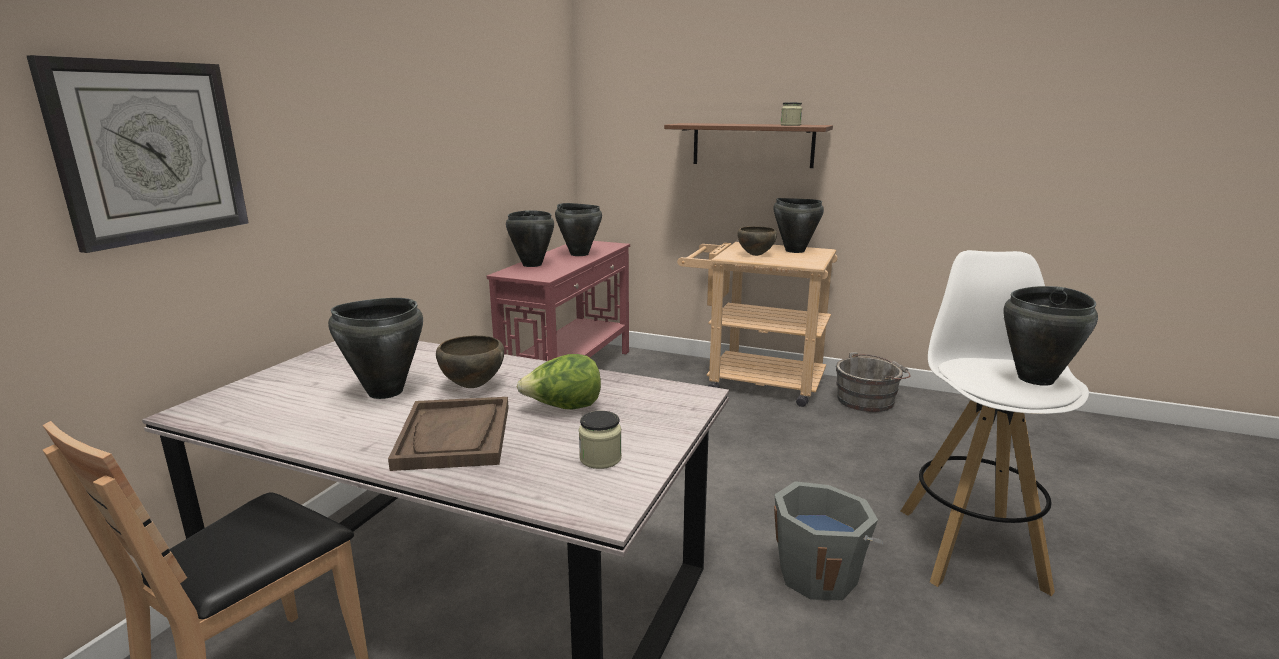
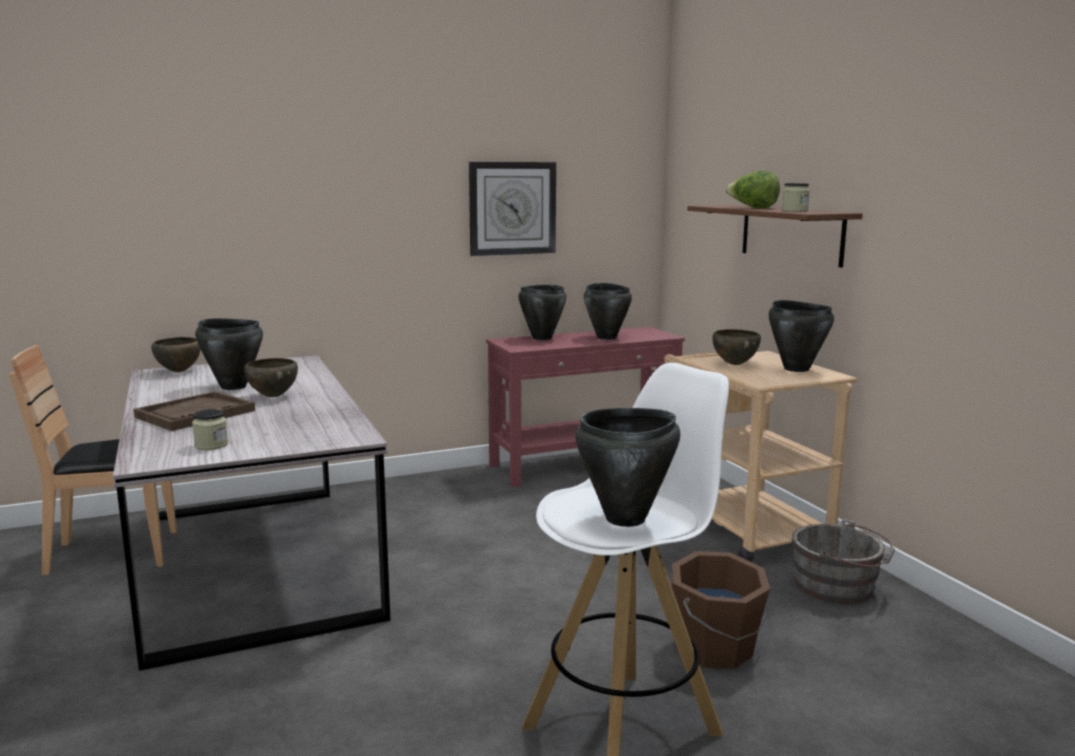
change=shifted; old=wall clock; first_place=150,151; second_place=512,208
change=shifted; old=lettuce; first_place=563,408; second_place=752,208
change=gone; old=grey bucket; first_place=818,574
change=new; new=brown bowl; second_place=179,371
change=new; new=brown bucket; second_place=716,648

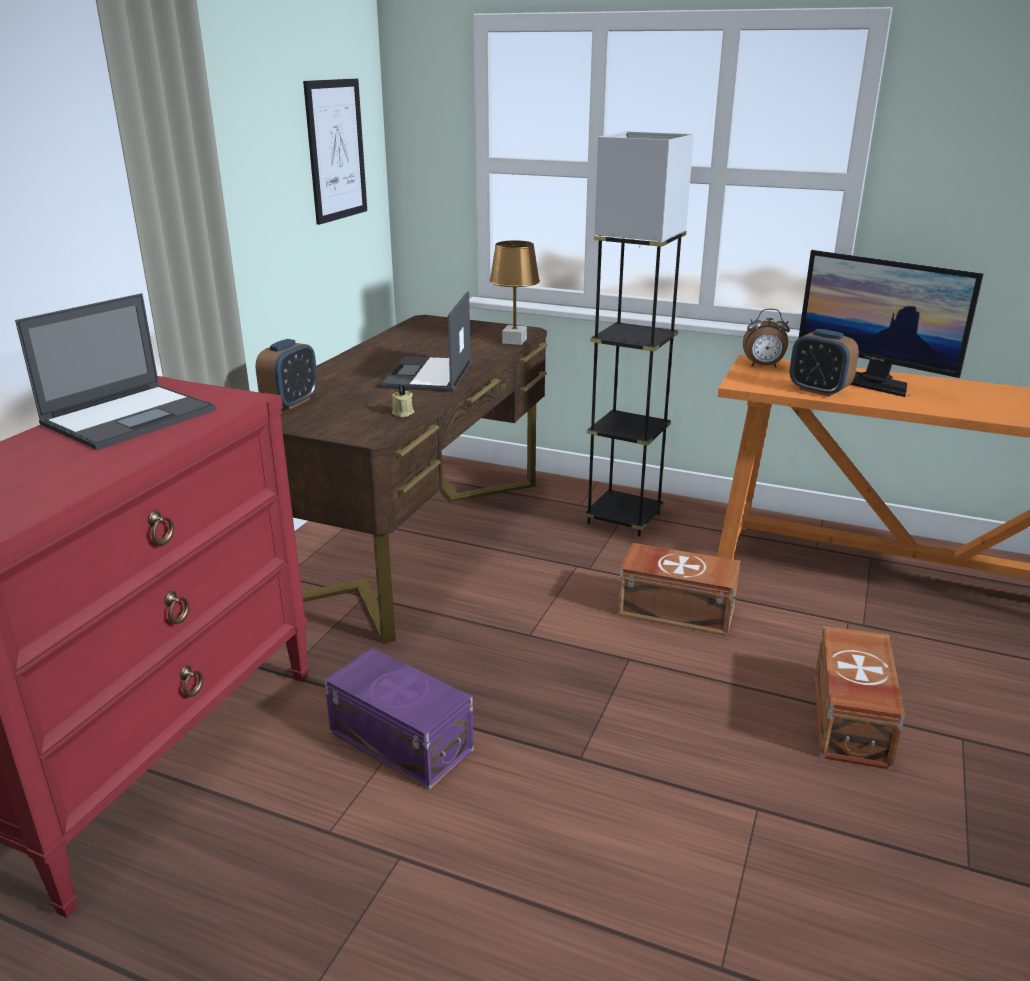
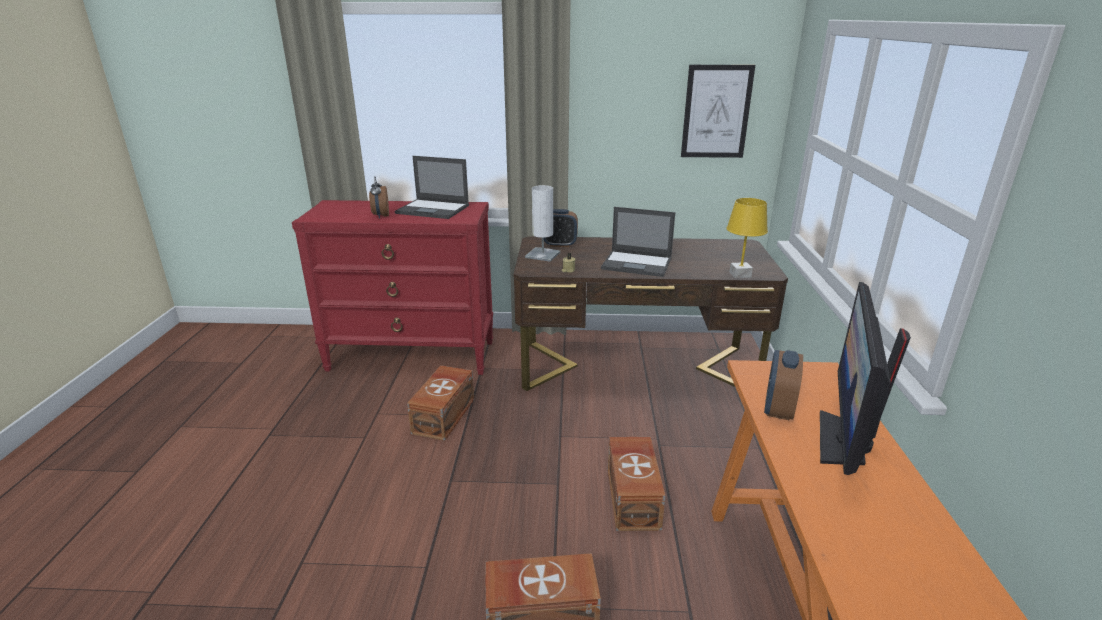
change=repainted; old=purple storage box; new=brown storage box; first_place=401,739; second_place=445,415
change=rotated; old=laptop; first_place=427,375; second_place=637,264; degrees=-150
change=repainted; old=brown table lamp; new=yellow table lamp; first_place=514,341; second_place=740,274
change=gone; old=grey floor lamp; first_place=623,519
change=shifted; old=alarm clock; first_place=763,366; second_place=380,216
change=new; new=white table lamp; second_place=542,255

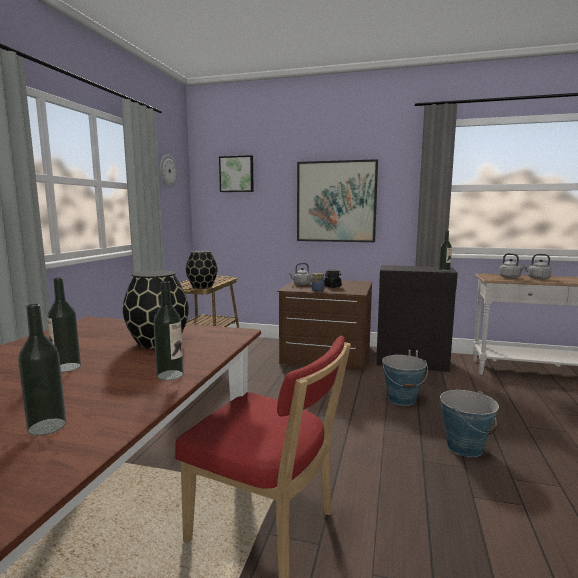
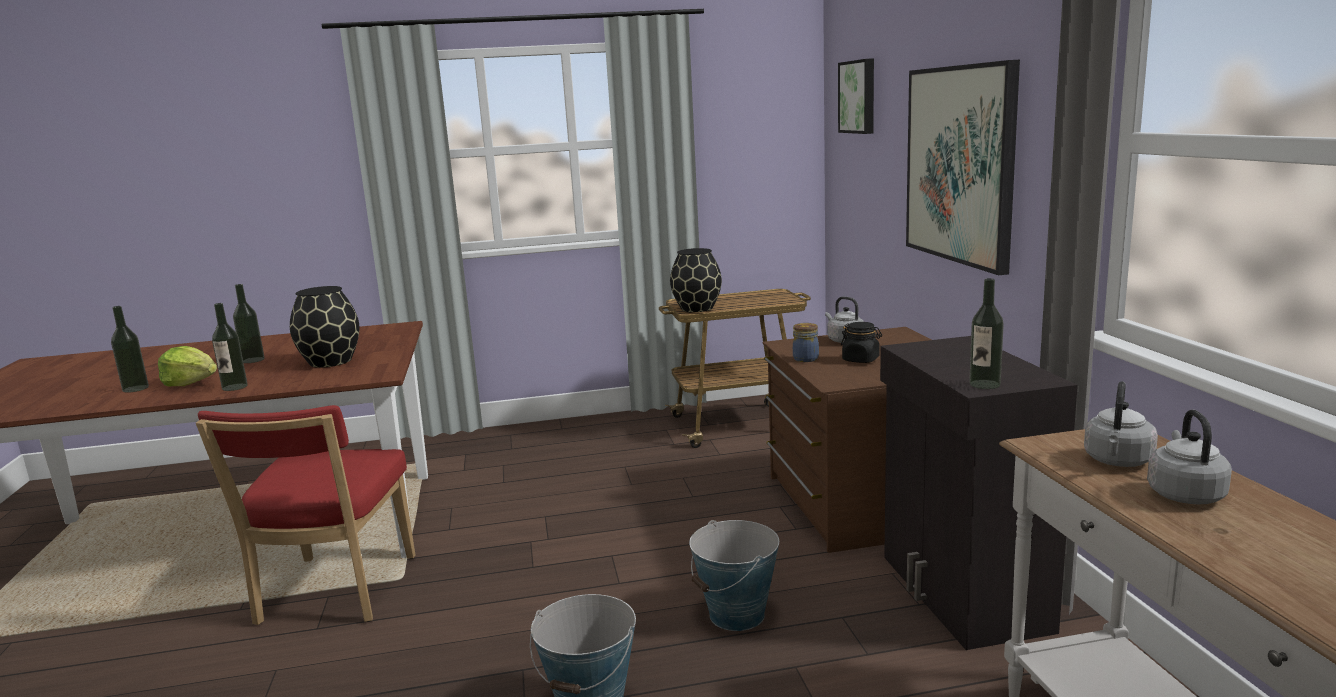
change=gone; old=wall clock; first_place=167,171
change=new; new=lettuce; second_place=191,383

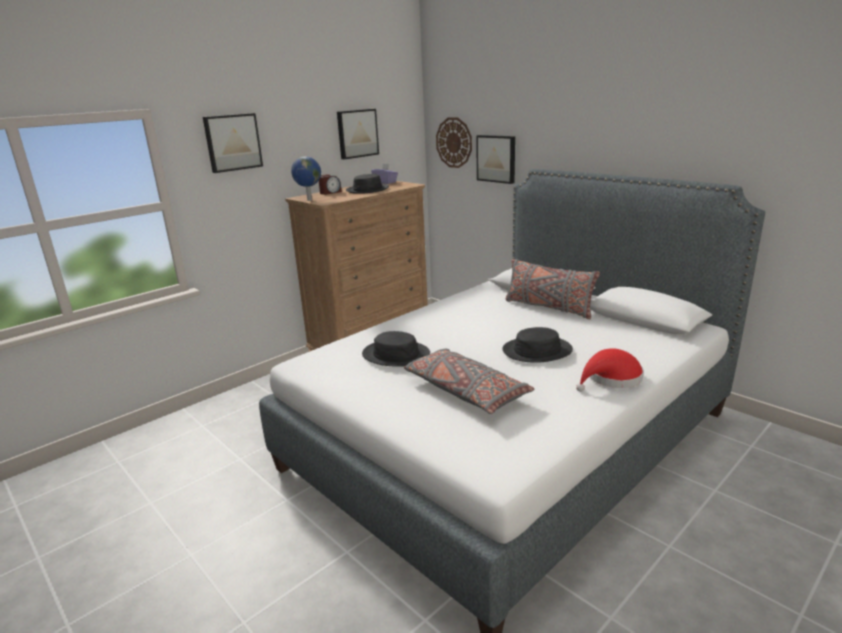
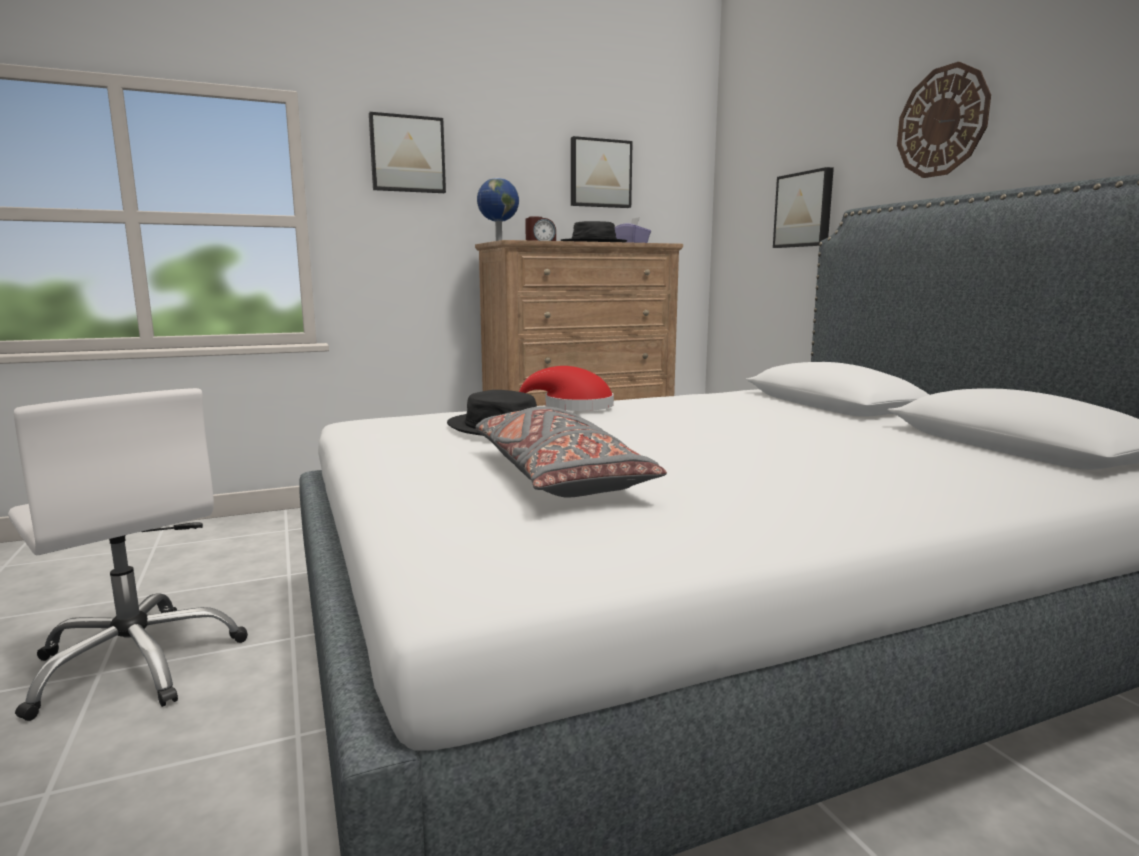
change=shifted; old=wall clock; first_place=454,142; second_place=942,122
change=gone; old=black hat; first_place=537,350
change=gone; old=grey pillow; first_place=548,307
change=shifted; old=red hat; first_place=611,379; second_place=572,408
change=new; new=white office chair; second_place=137,663

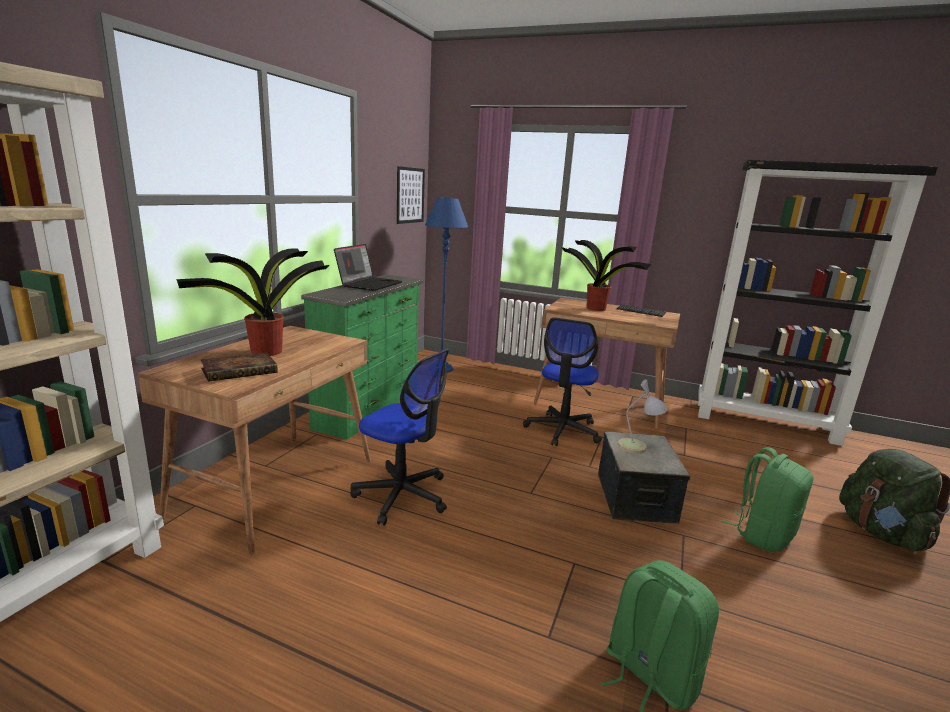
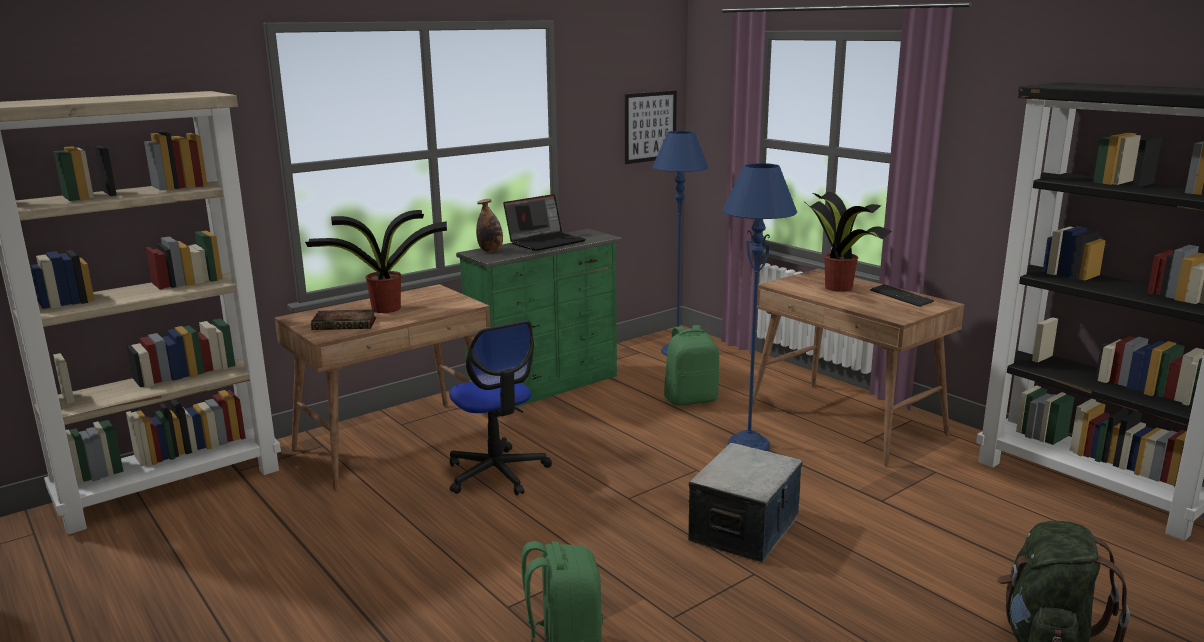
change=swapped; old=office chair; new=blue floor lamp; first_place=562,430; second_place=748,444
change=gone; old=table lamp; first_place=638,447
change=shifted; old=green backpack; first_place=762,534; second_place=691,399
change=new; new=bottle; second_place=490,250

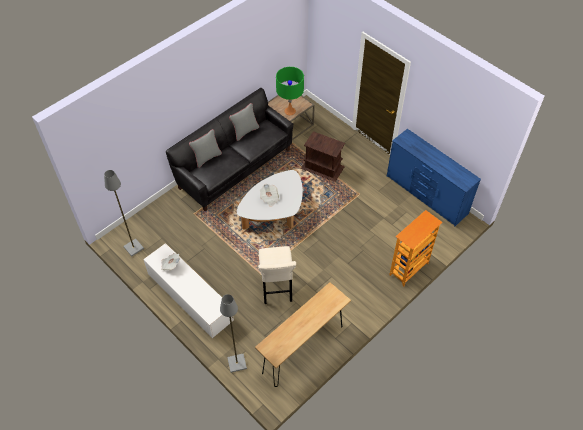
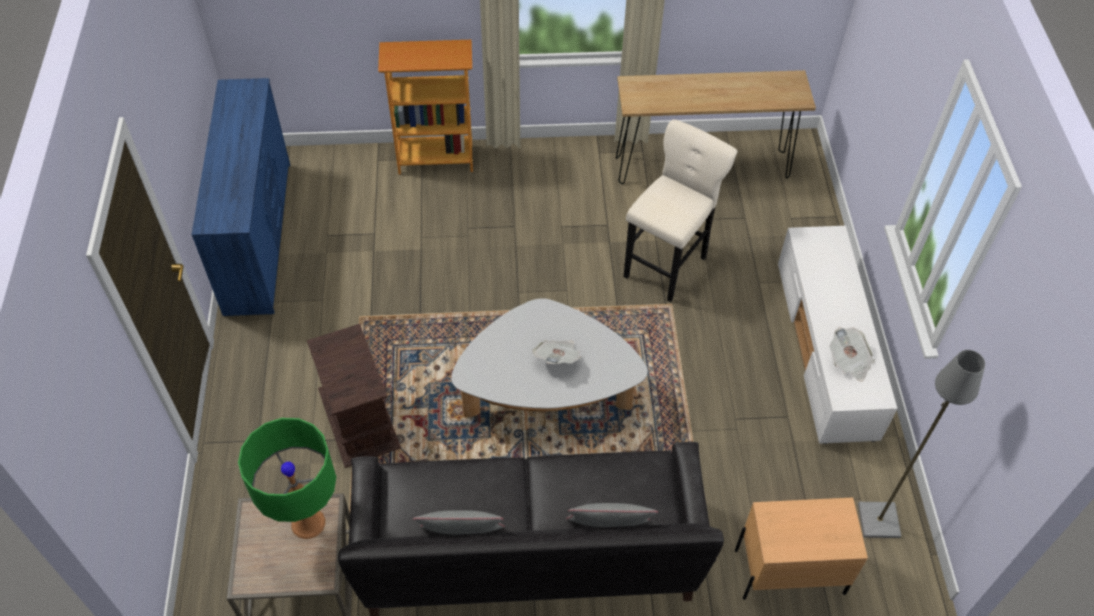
change=gone; old=grey floor lamp; first_place=237,363
change=new; new=beige nightstand; second_place=788,571

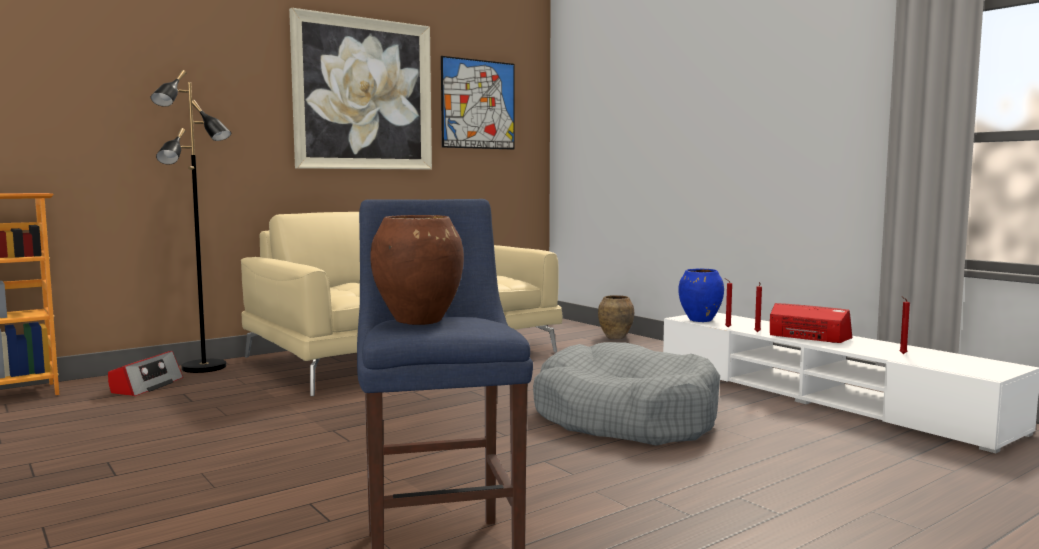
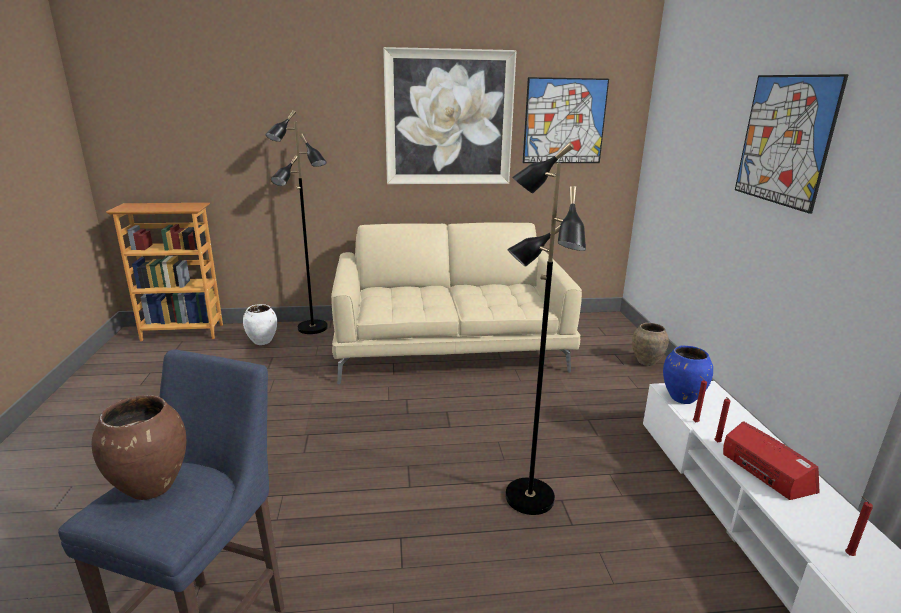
change=swapped; old=radio; new=white vase; first_place=146,386; second_place=262,342
change=swapped; old=grey dog bed; new=black floor lamp; first_place=625,418; second_place=528,498
change=new; new=picture; second_place=784,140

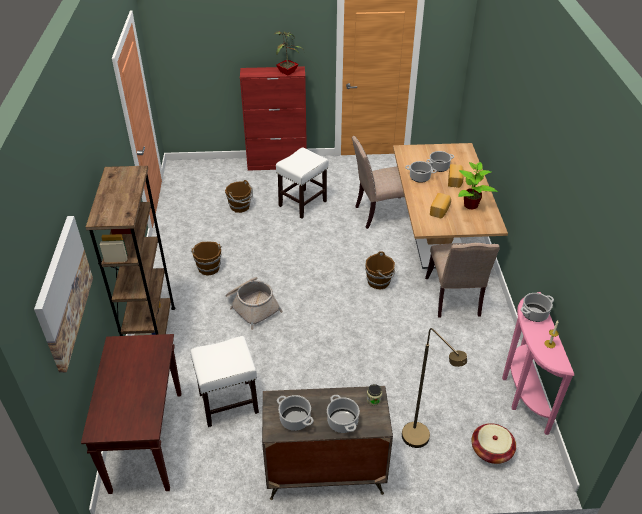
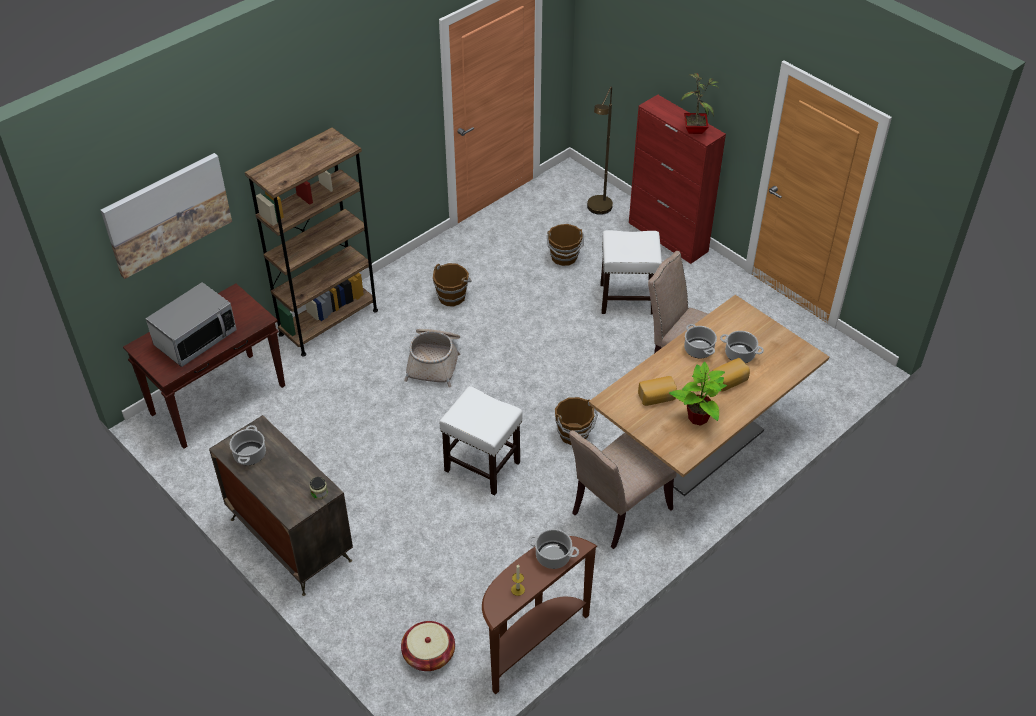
change=shifted; old=white stool; first_place=229,403; second_place=483,466
change=gone; old=cooking pot; first_place=342,421
change=shifted; old=brown floor lamp; first_place=421,441; second_place=598,211
change=repainted; old=pink console table; new=brown console table; first_place=521,393; second_place=531,643
change=new; new=microwave; second_place=195,338

